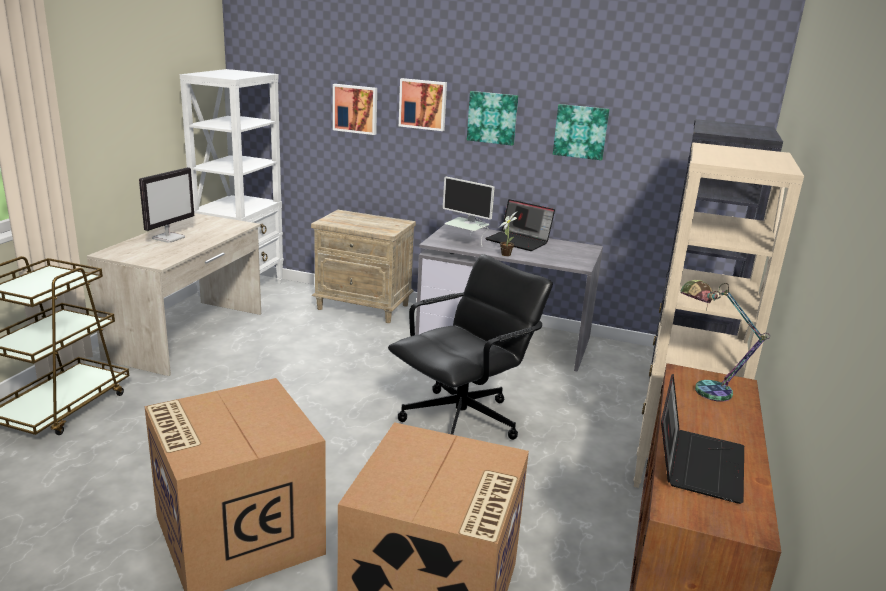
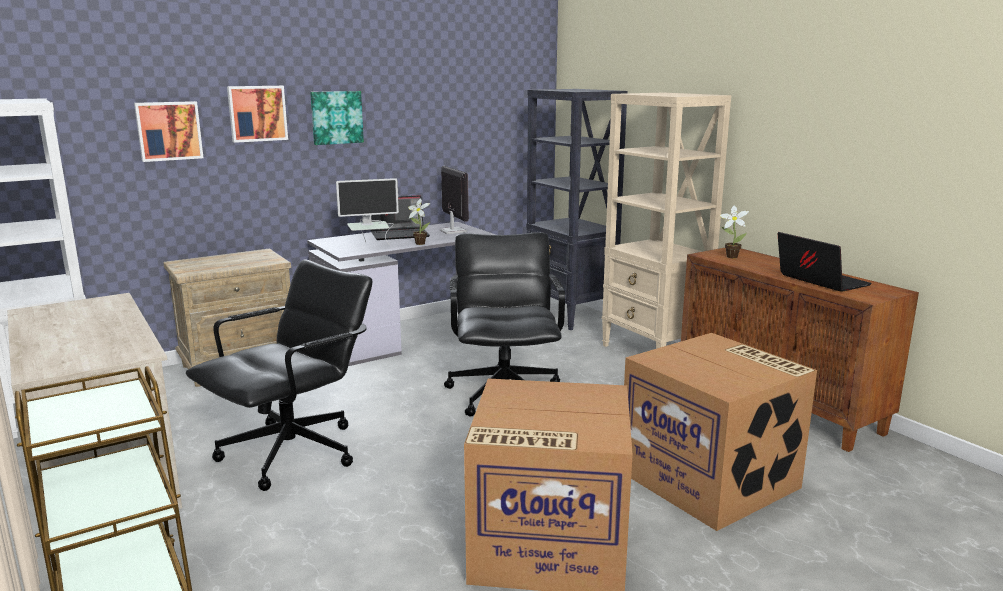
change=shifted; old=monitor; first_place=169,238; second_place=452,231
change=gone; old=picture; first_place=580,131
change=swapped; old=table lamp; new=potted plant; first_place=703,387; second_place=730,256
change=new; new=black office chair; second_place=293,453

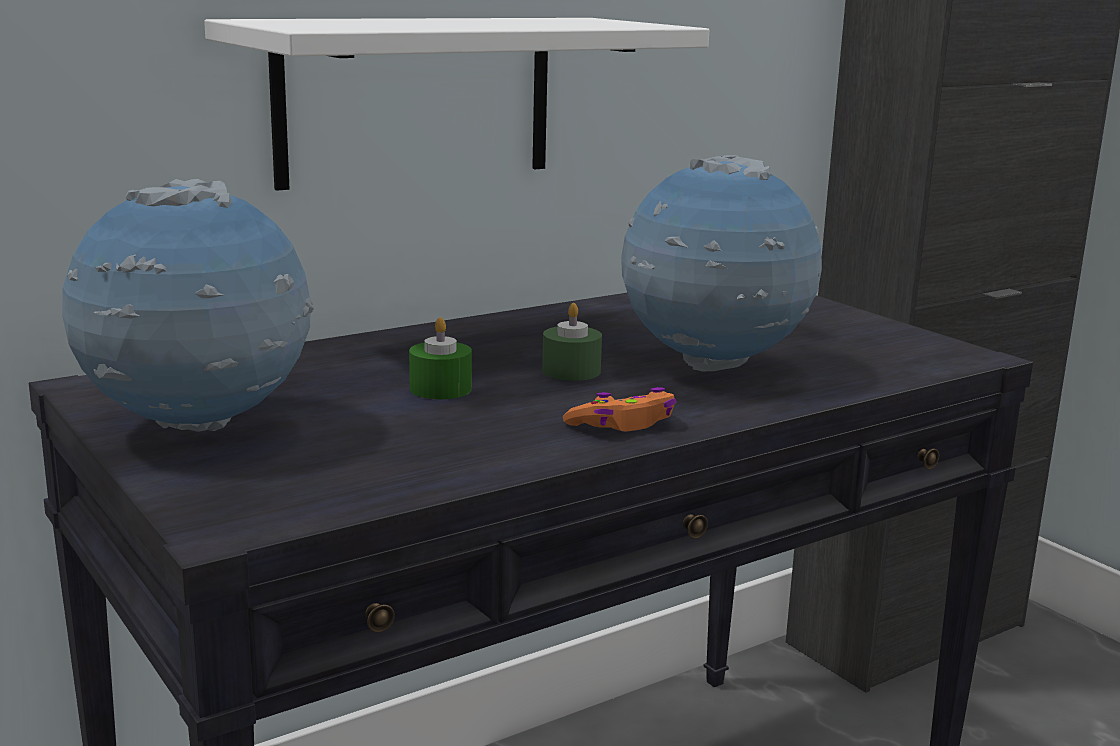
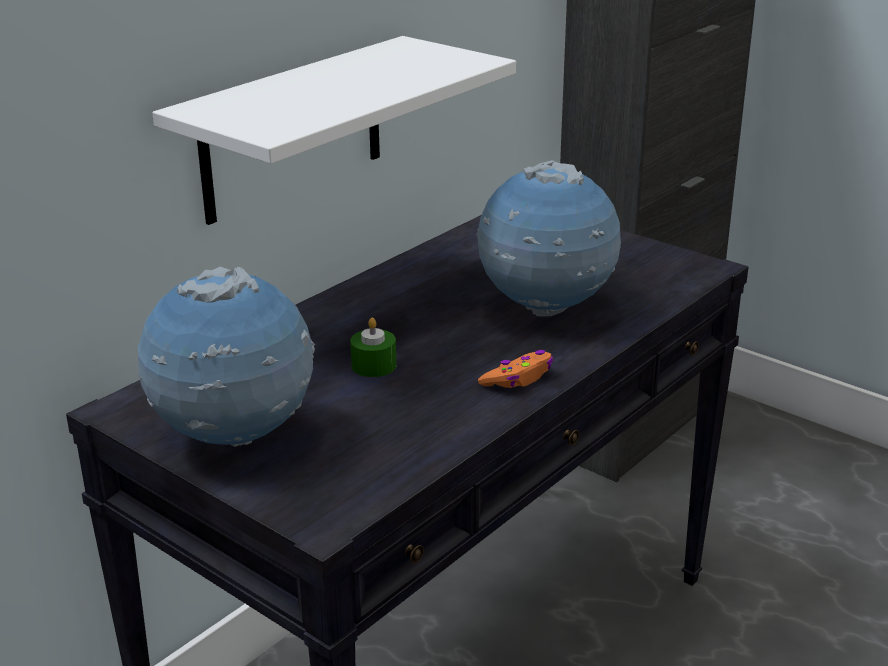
change=gone; old=green candle; first_place=571,371

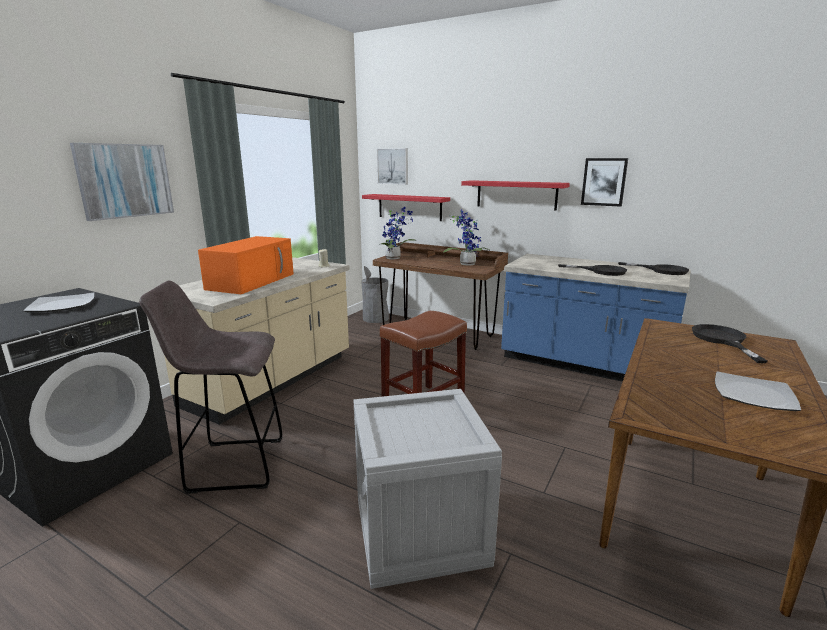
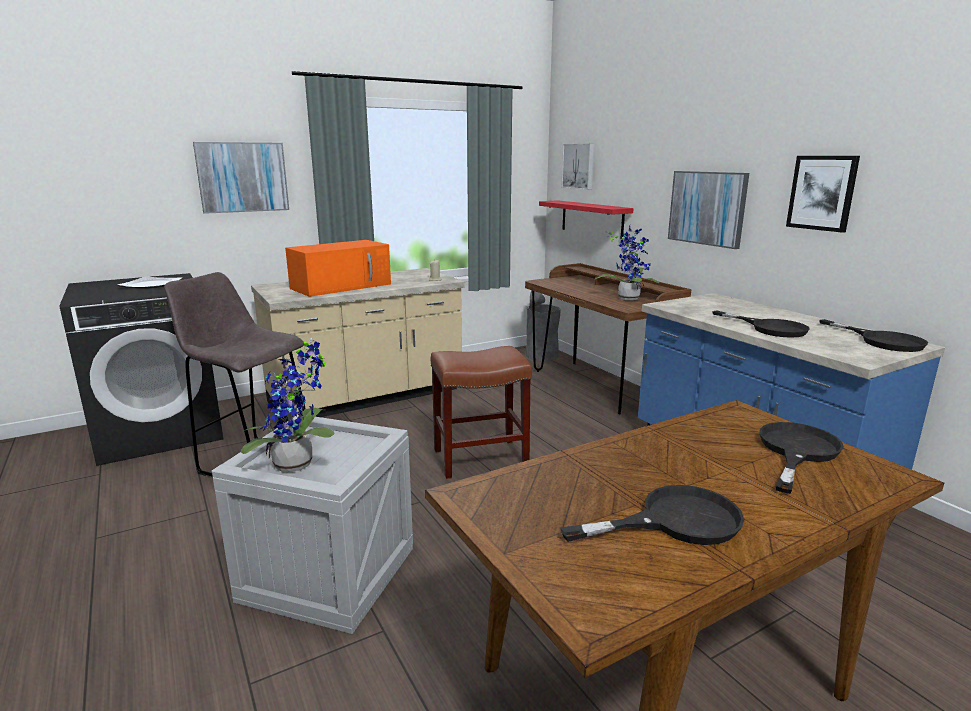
change=shifted; old=potted plant; first_place=395,258; second_place=298,465
change=swapped; old=red shelf; new=picture; first_place=516,195; second_place=707,208
change=swapped; old=plate; new=black frying pan; first_place=753,394; second_place=674,521

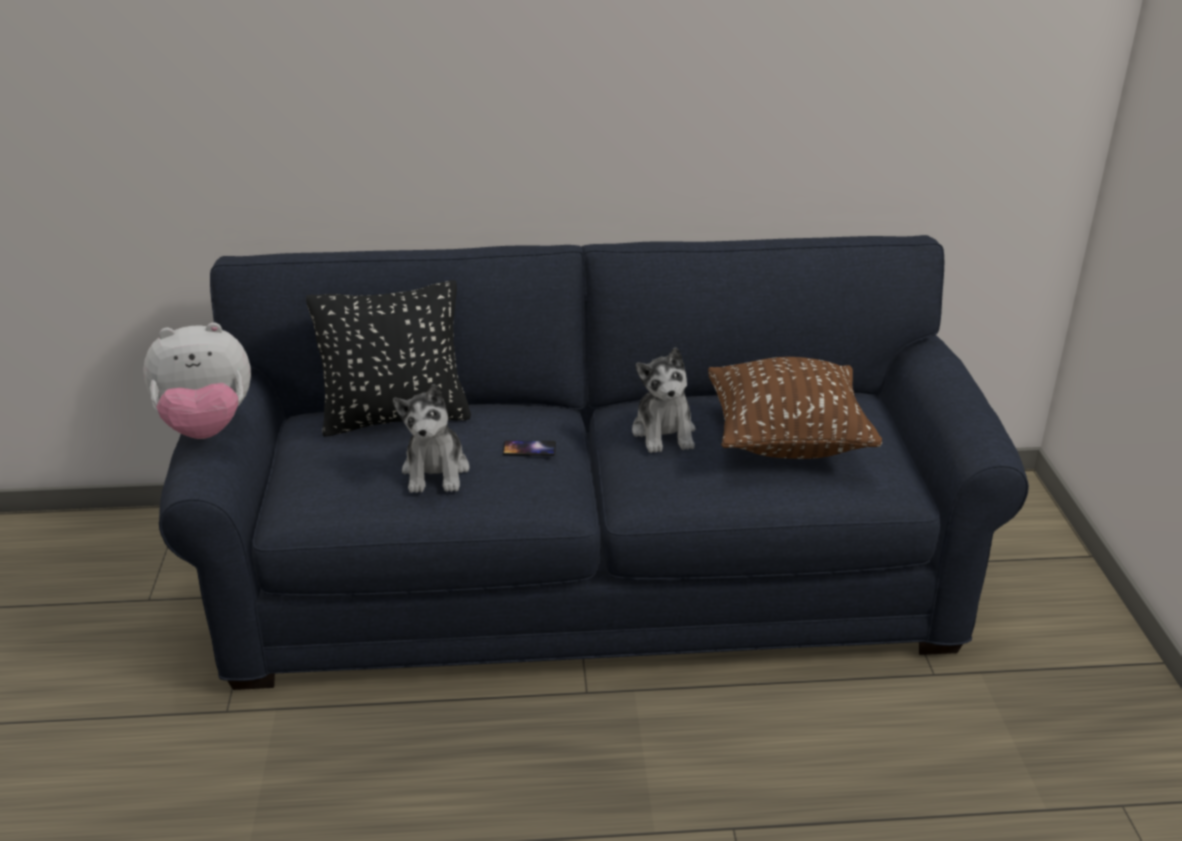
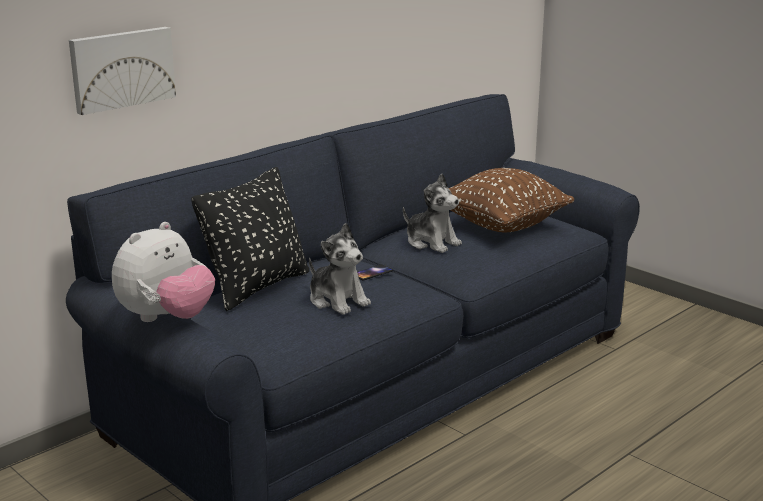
change=new; new=picture; second_place=121,69

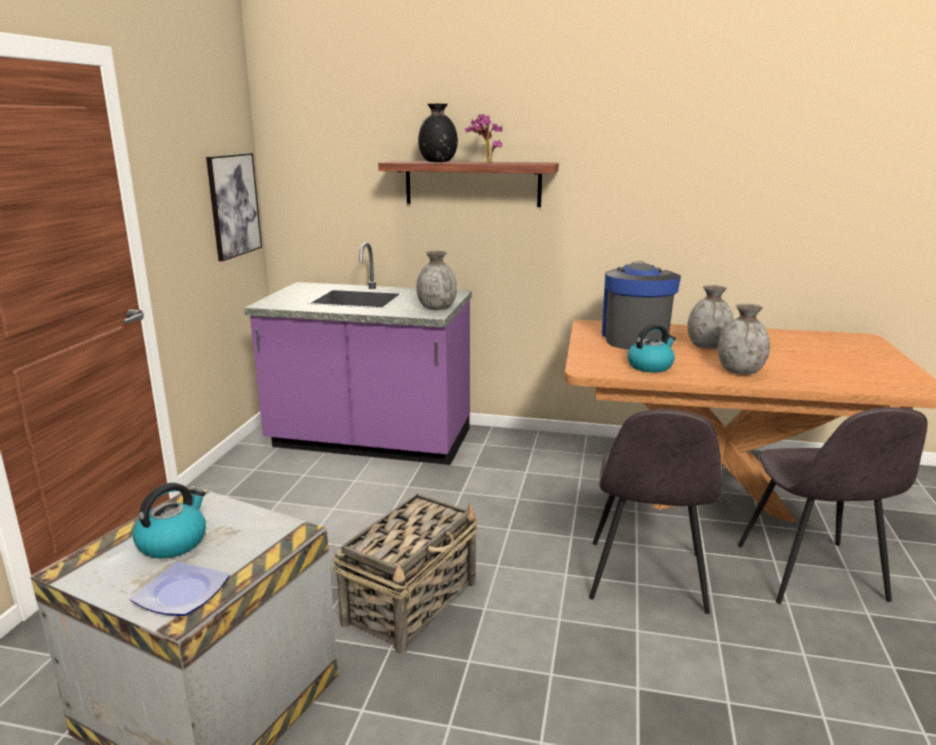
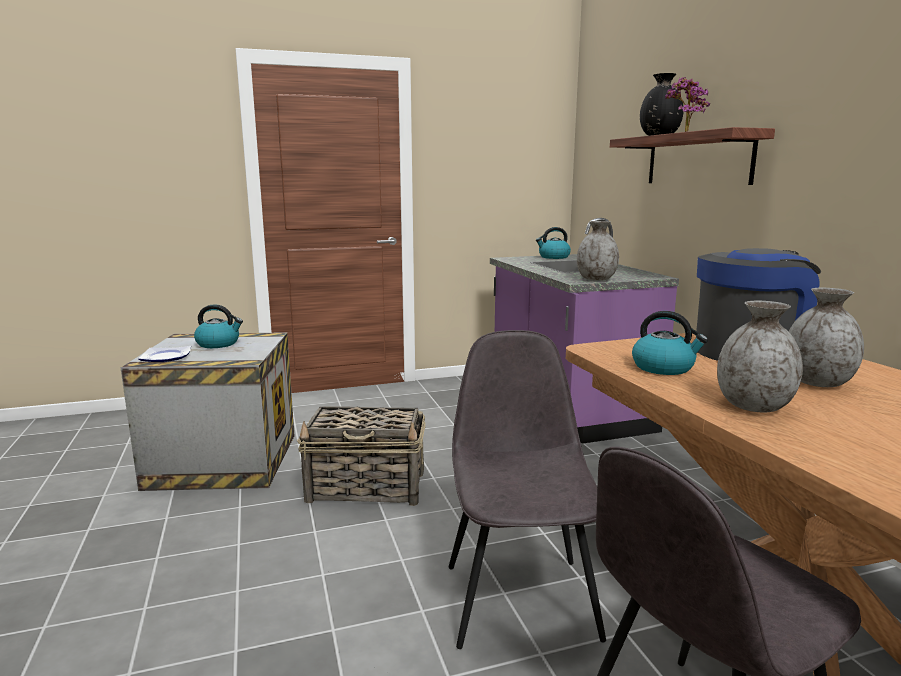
change=gone; old=picture; first_place=234,205
change=rotated; old=grey chair; first_place=646,578; second_place=520,597; degrees=105
change=new; new=kettle; second_place=553,257

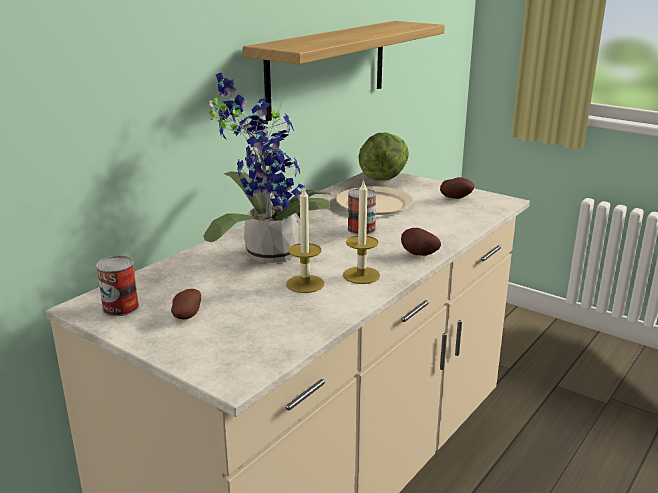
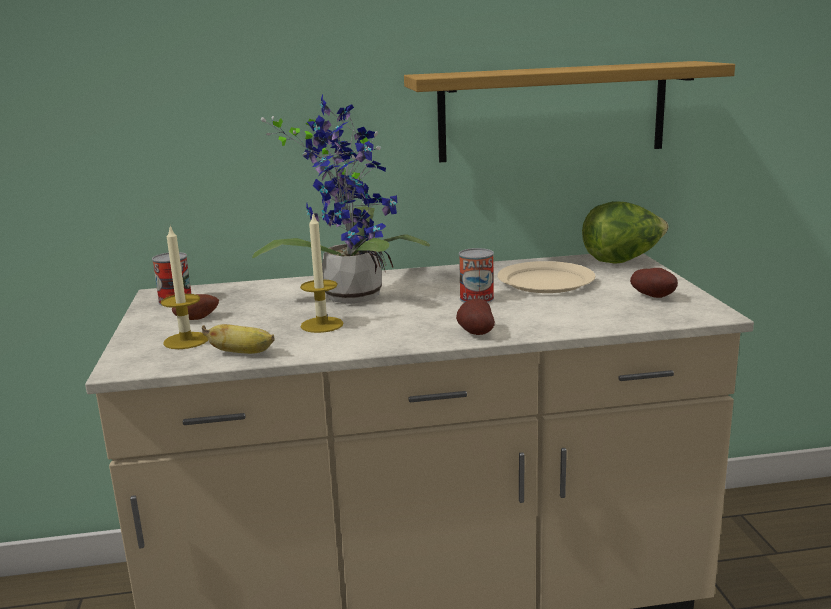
change=shifted; old=candle; first_place=361,275; second_place=186,341
change=new; new=banana; second_place=243,353

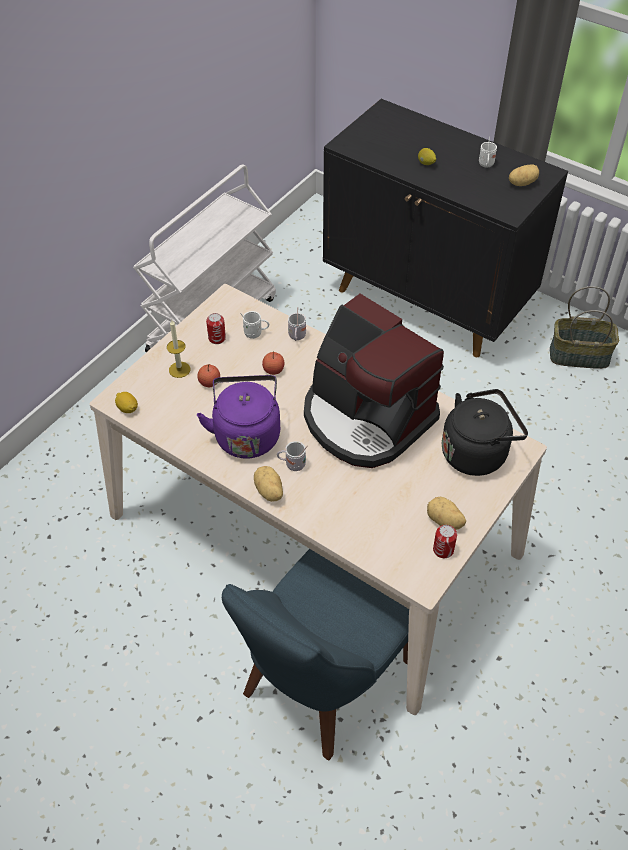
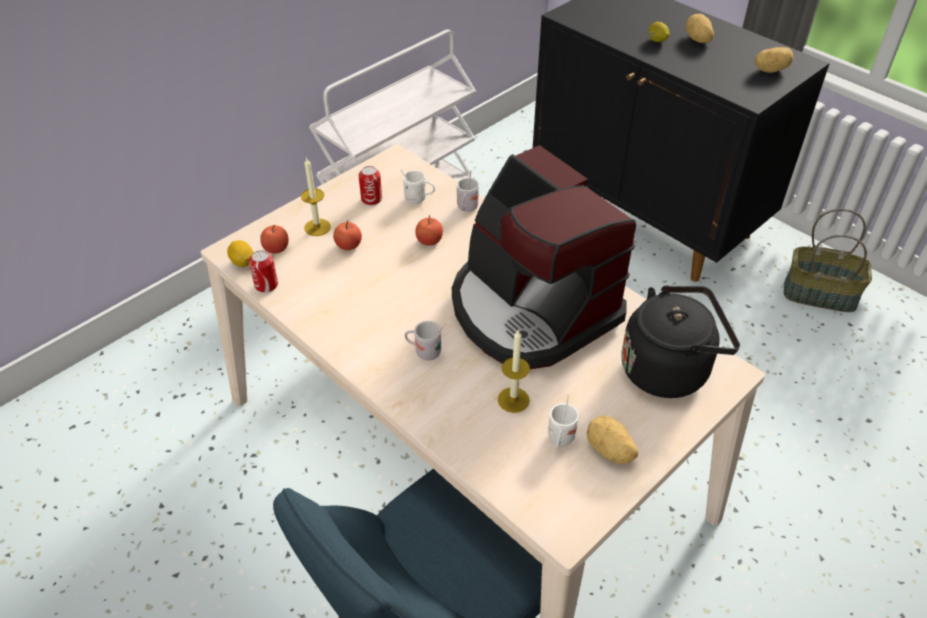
change=gone; old=purple kettle; first_place=246,434
change=shifted; old=potato; first_place=268,492; second_place=697,40
change=shifted; old=can; first_place=443,550; second_place=266,285
change=shifted; old=white mug; first_place=486,165; second_place=560,440
change=new; new=apple; second_place=276,249
change=new; new=candle; second_place=513,400

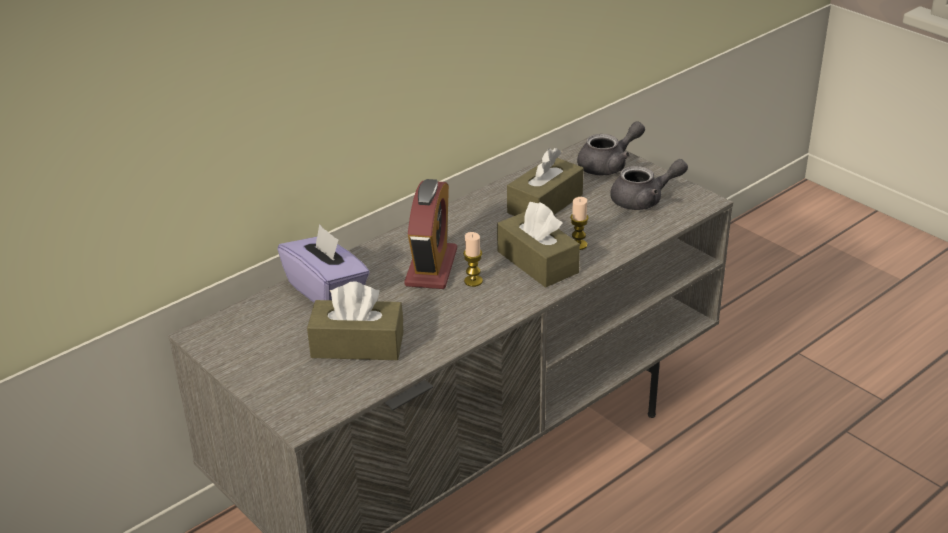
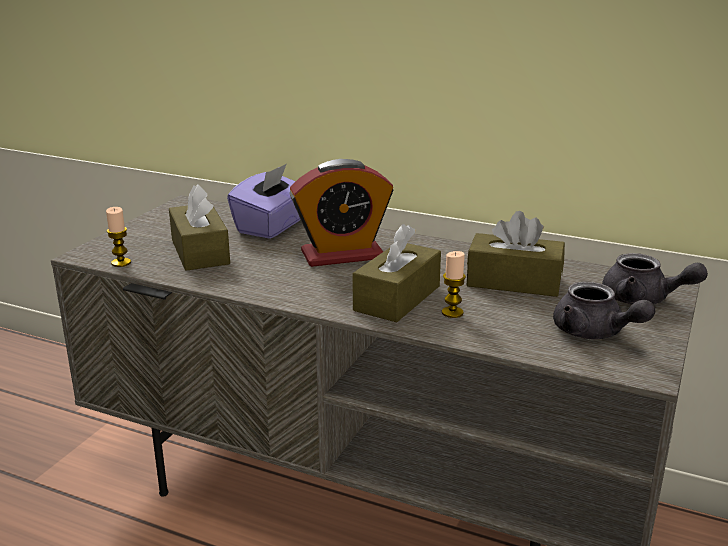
change=shifted; old=candle; first_place=473,281; second_place=121,263

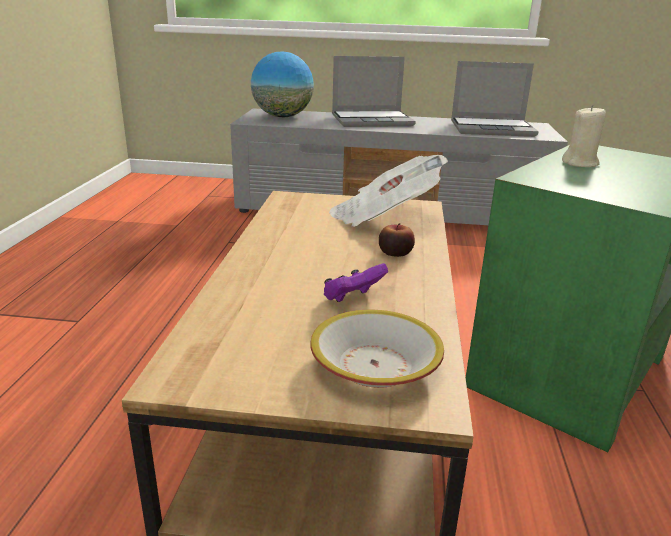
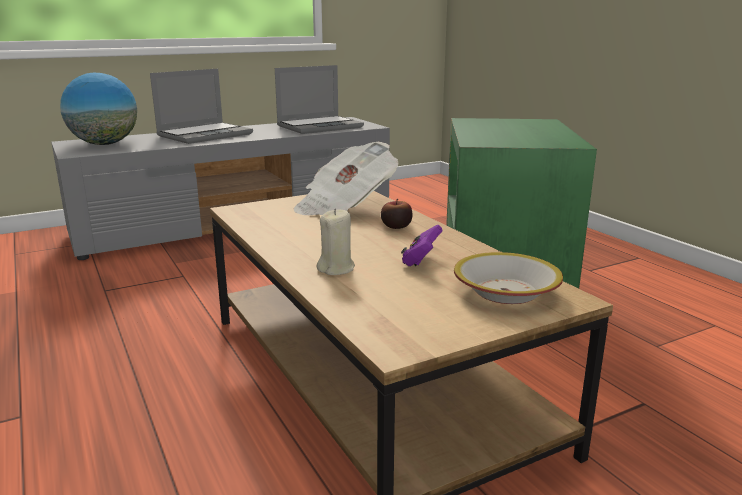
change=shifted; old=beige candle; first_place=580,163; second_place=336,269

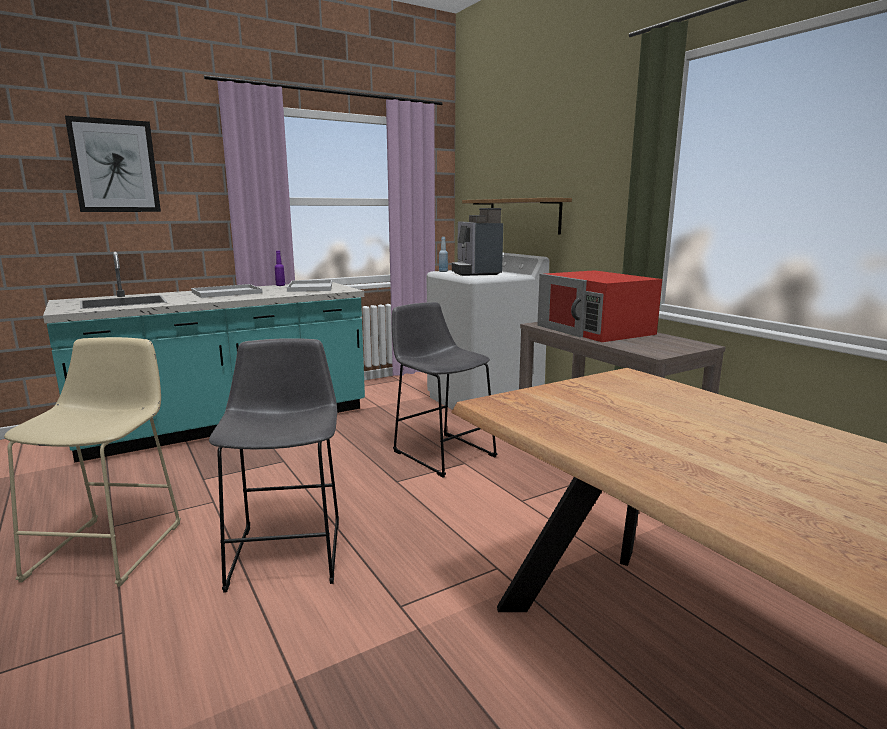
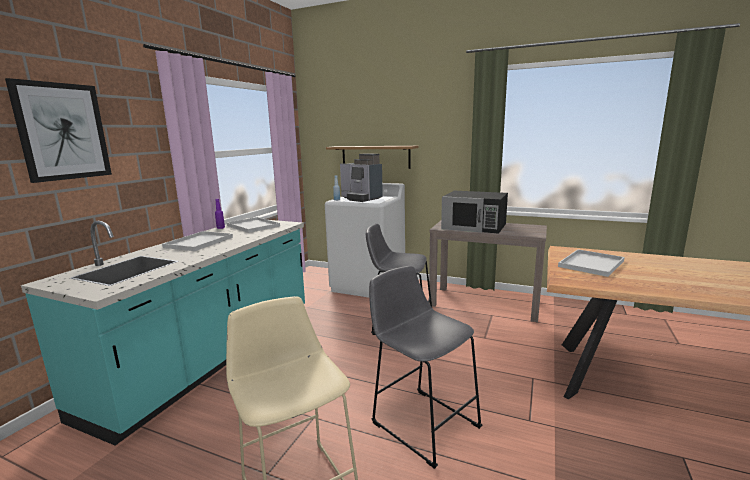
change=repainted; old=red microwave; new=black microwave; first_place=595,330; second_place=474,226
change=new; new=white tray; second_place=591,264

